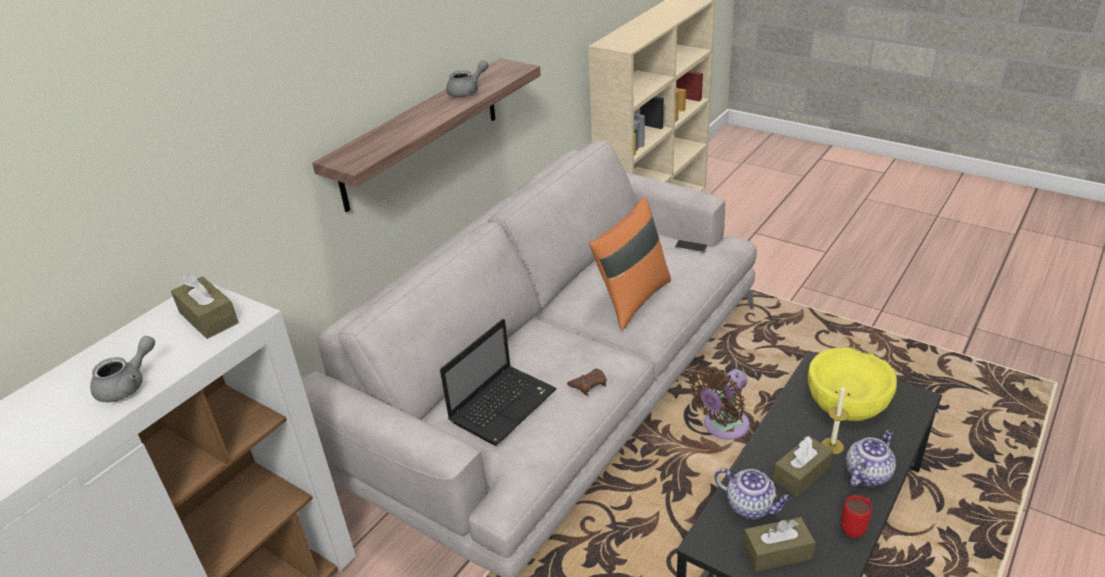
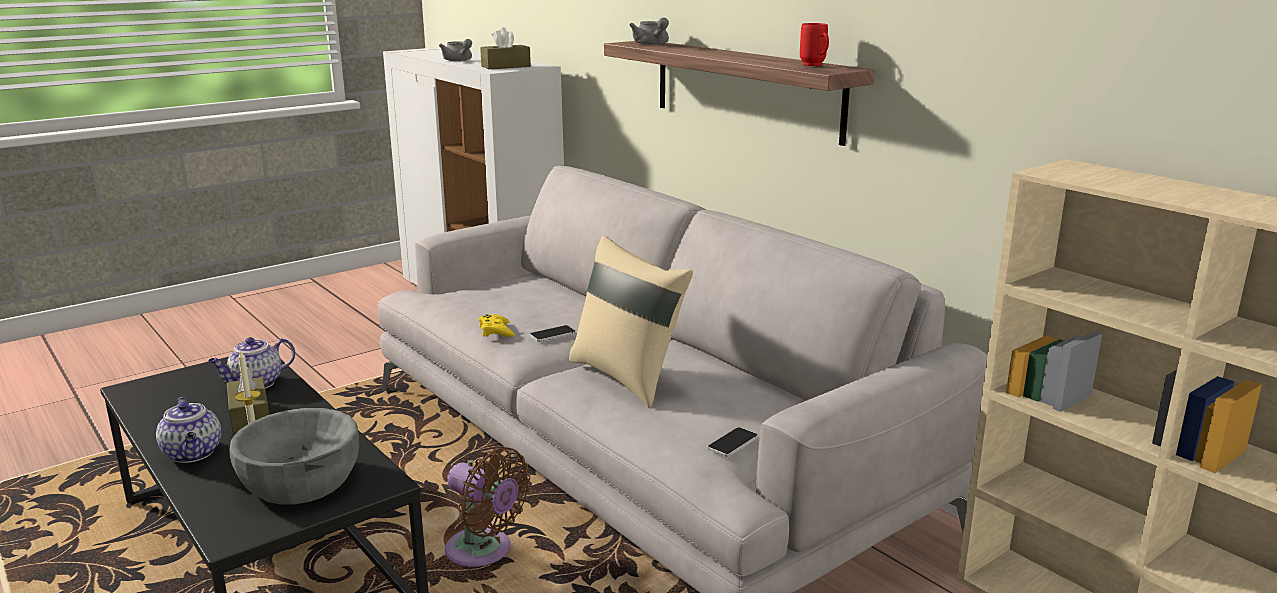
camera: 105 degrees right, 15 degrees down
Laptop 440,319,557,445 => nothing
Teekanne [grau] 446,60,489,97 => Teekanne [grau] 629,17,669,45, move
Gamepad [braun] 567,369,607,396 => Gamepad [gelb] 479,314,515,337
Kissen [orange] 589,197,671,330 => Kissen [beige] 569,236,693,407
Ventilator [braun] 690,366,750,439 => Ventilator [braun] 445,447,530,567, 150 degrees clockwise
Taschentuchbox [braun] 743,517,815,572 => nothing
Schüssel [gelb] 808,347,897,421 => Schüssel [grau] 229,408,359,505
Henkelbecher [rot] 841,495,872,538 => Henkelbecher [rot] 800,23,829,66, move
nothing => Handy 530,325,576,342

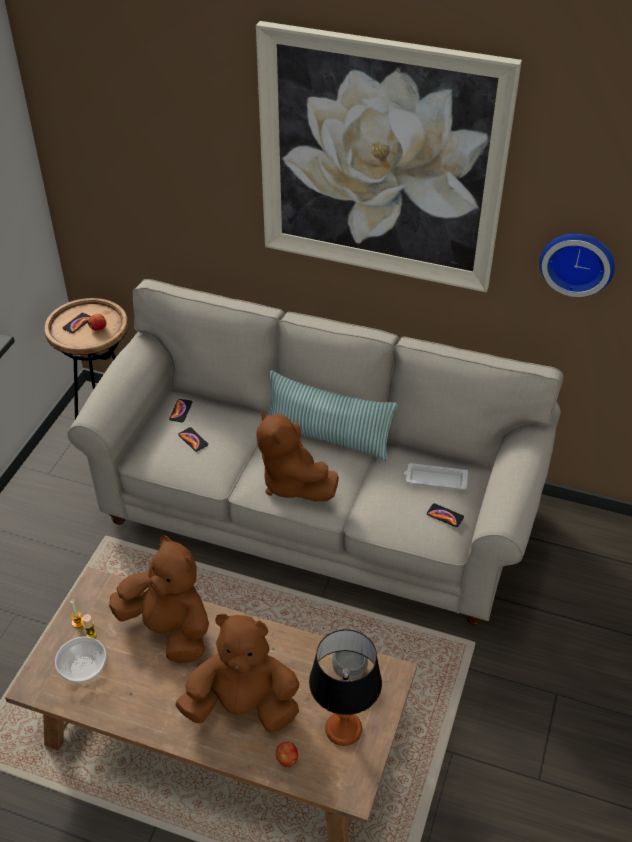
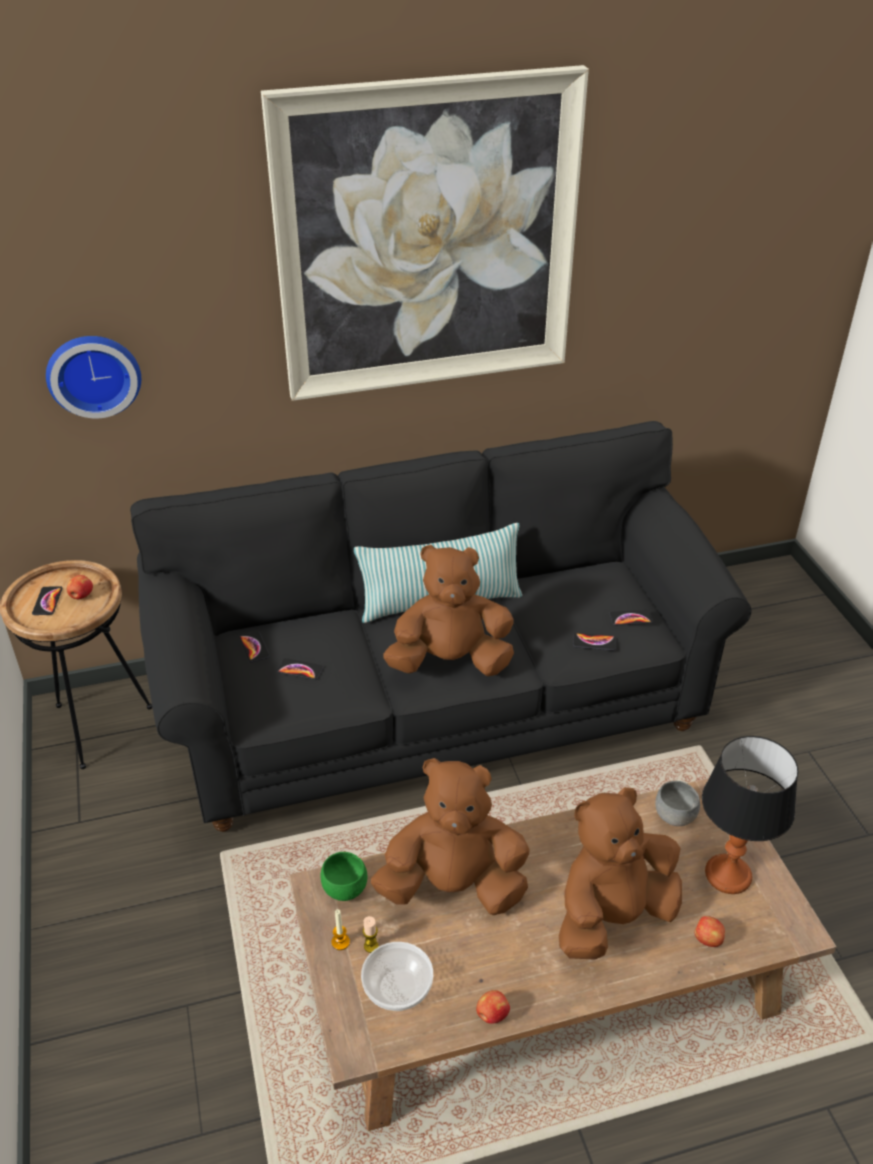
camera: 35 degrees left, 5 degrees down
Sofa [beige] 67,279,563,625 => Sofa [schwarz] 130,421,752,832
Plüschtier [braun] 256,410,339,501 => Plüschtier [braun] 383,545,514,676, 150 degrees clockwise
Tablett [weiß] 404,463,468,490 => nothing
Wanduhr 539,234,615,297 => Wanduhr 46,336,141,419, move
nothing => Schüssel [grün] 321,852,368,901
nothing => Apfel 476,990,510,1024
nothing => Handy 573,633,616,651

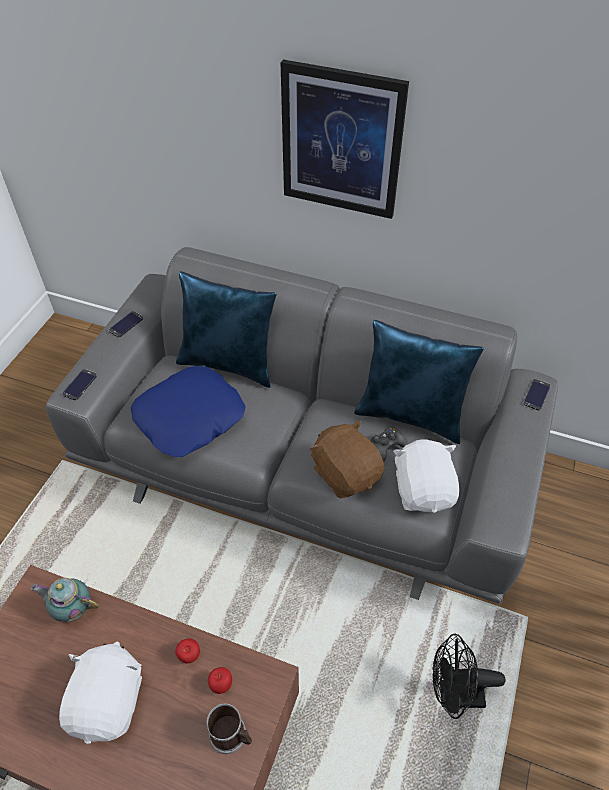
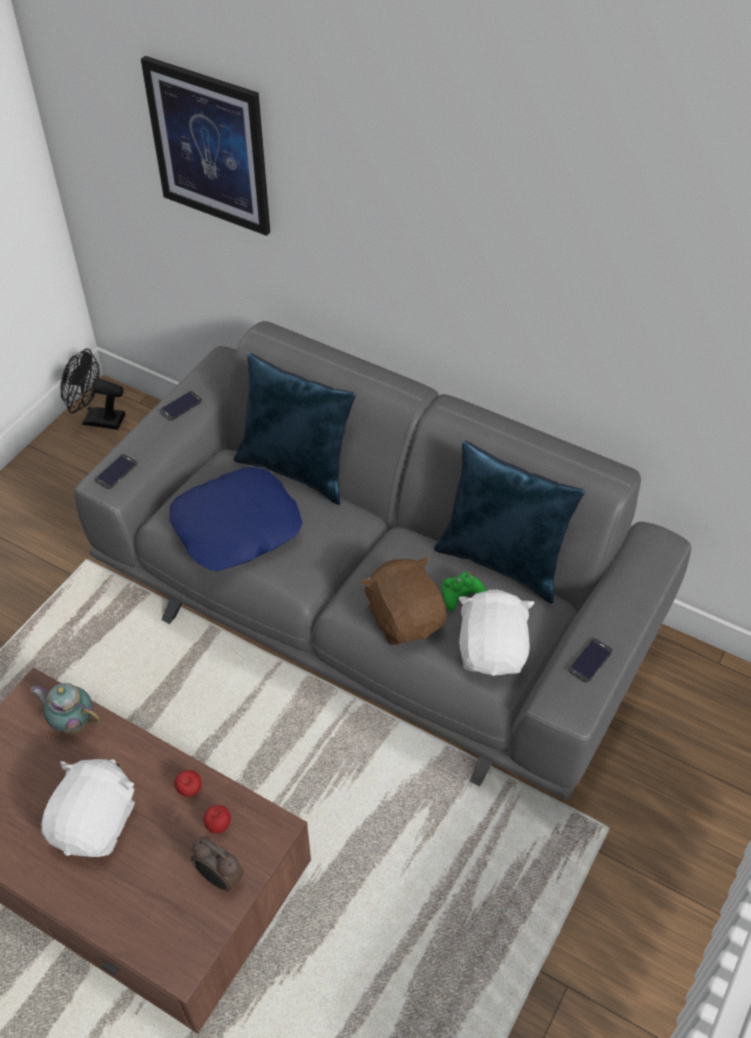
camera: 10 degrees right, 0 degrees up
Henkelbecher 206,703,252,754 => Wecker 191,836,244,892
Bild 280,59,409,219 => Bild 141,56,270,236, move
Gamepad [schwarz] 371,428,409,461 => Gamepad [grün] 442,572,487,611
Ventilator [schwarz] 432,634,505,719 => Ventilator [schwarz] 61,348,125,430, move
Handy 523,379,551,410 => Handy 569,638,613,683, move

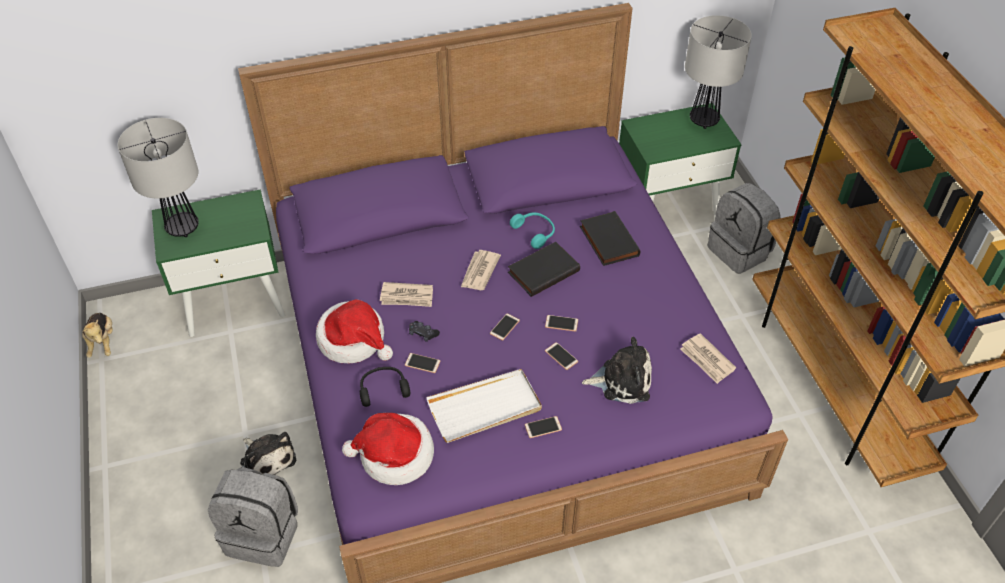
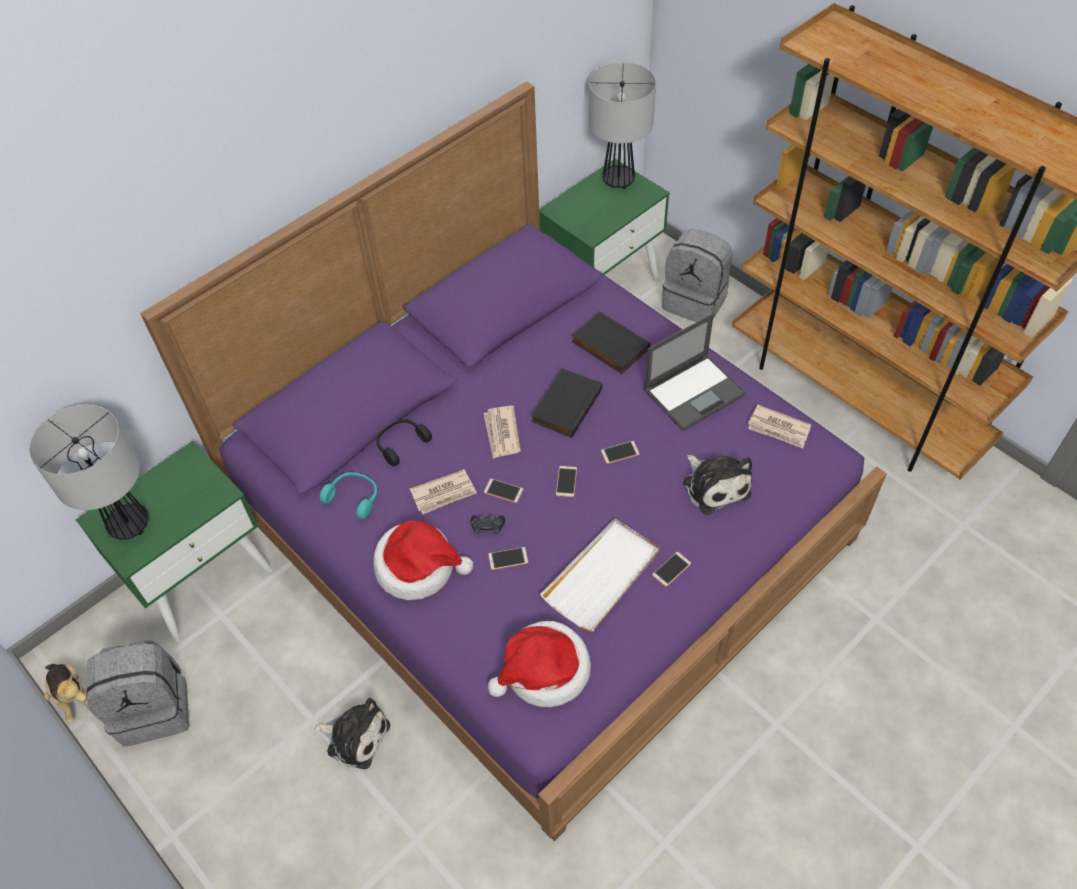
camera: 25 degrees left, 5 degrees up
Rucksack [grau] 208,467,298,567 => Rucksack [grau] 87,640,189,746, move
Kopfhörer [schwarz] 360,367,410,407 => Kopfhörer [schwarz] 376,419,432,466, move
Kopfhörer [türkis] 510,212,555,249 => Kopfhörer [türkis] 319,472,377,519, move
Handy 545,342,578,370 => Handy 484,479,523,503, move
Plüschtier 582,337,652,404 => Plüschtier 683,455,752,515, 90 degrees clockwise
nothing => Laptop 644,313,746,431

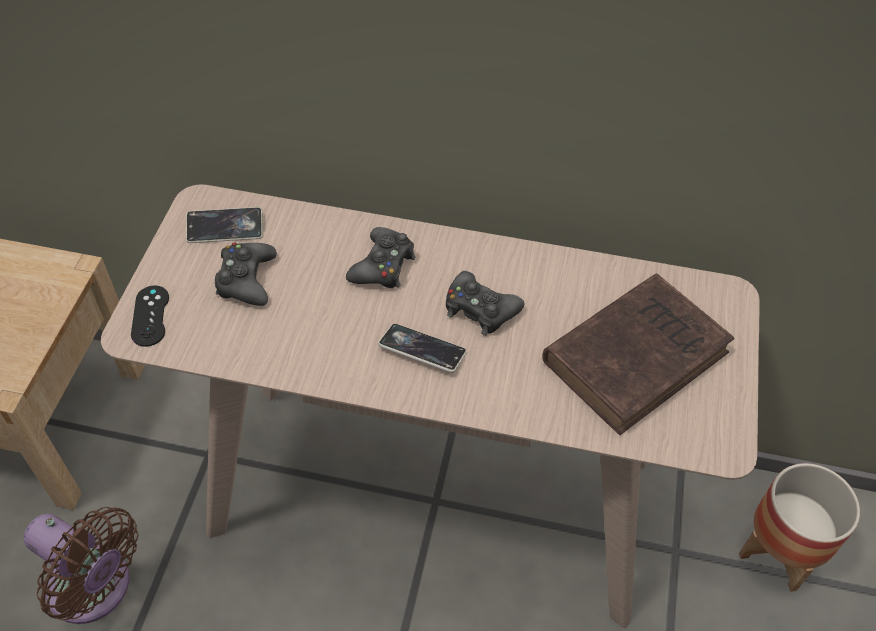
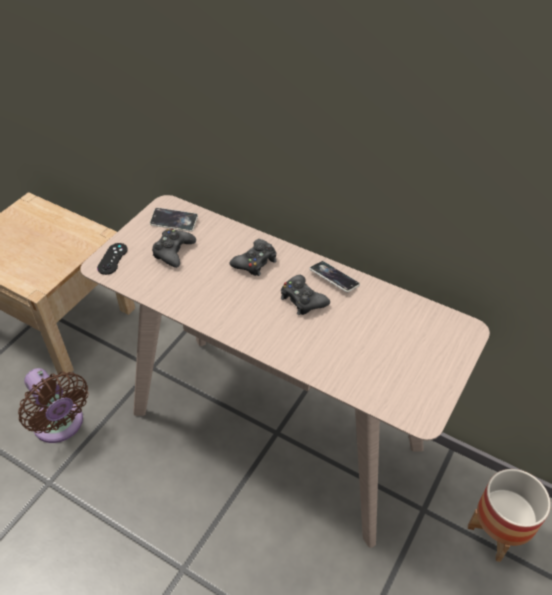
camera: 20 degrees right, 5 degrees down
Handy 378,324,467,372 => Handy 309,261,360,292, move
Buch [braun] 542,274,735,435 => nothing

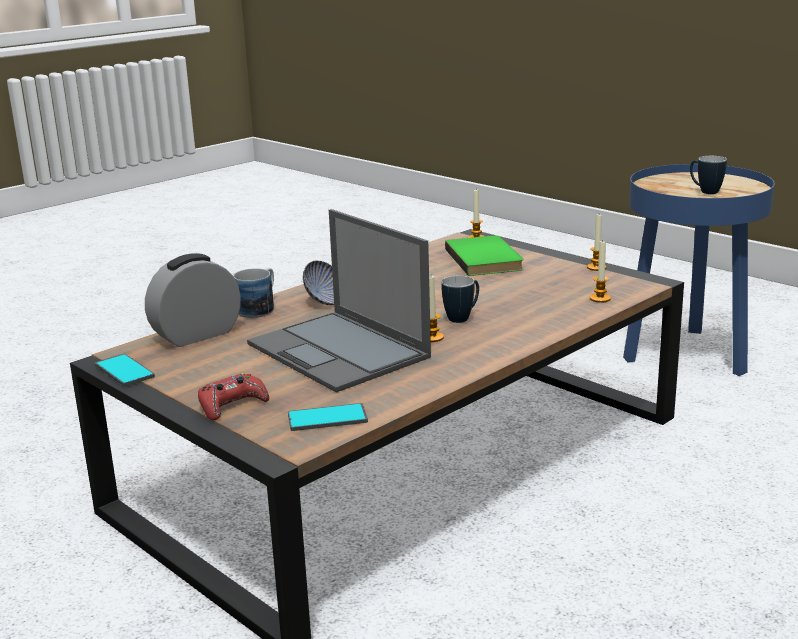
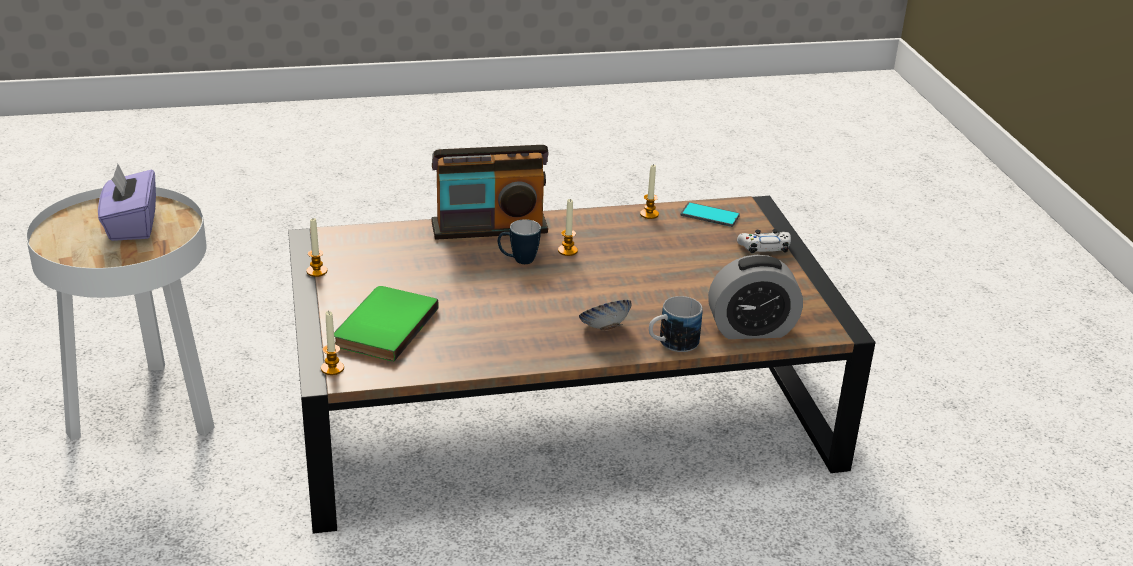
camera: 150 degrees left, 10 degrees up
Handy 95,354,155,387 => nothing
Gamepad [rot] 198,373,269,420 => Gamepad [weiß] 737,229,791,253
Laptop 247,209,431,393 => nothing
Kerze 590,241,611,303 => Kerze 640,165,659,219, move
Beistelltisch [blau] 623,164,775,376 => Beistelltisch [weiß] 26,187,215,441
Henkelbecher 690,156,727,194 => Taschentuchbox [lila] 98,164,156,241
nothing => Radio 432,145,549,240

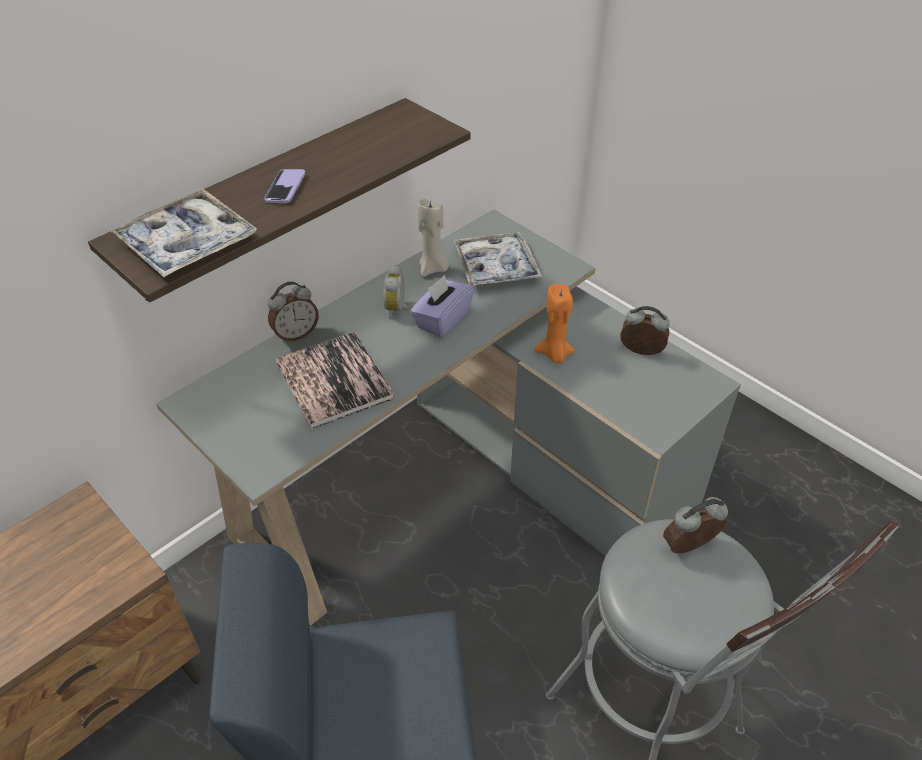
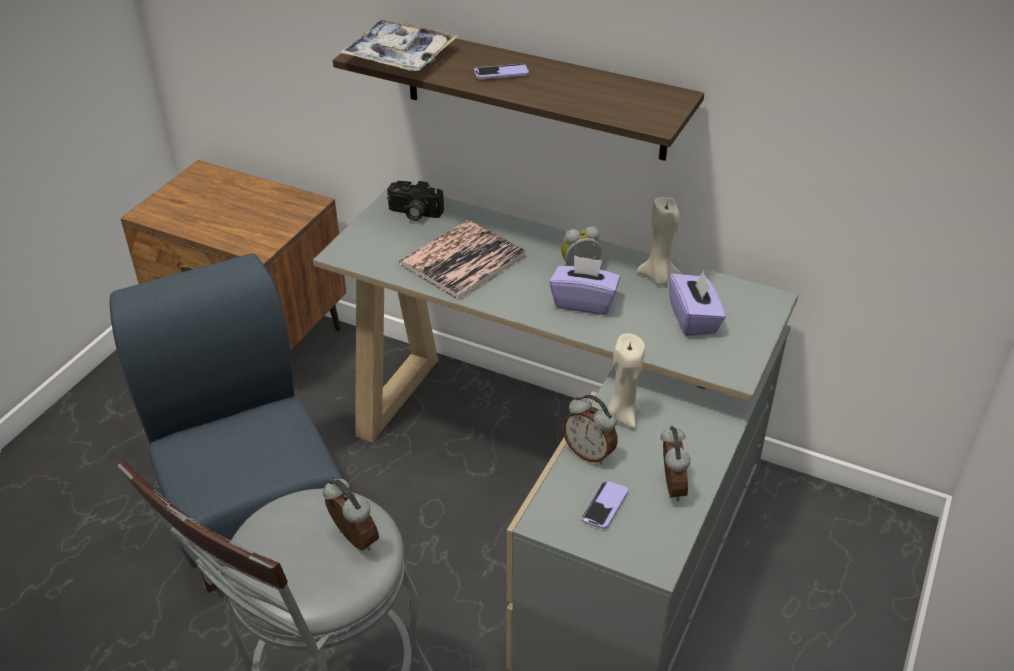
camera: 70 degrees right, 5 degrees down
Wecker 268,282,319,342 => Wecker 562,395,617,464, move
Tablett 454,232,542,286 => Taschentuchbox [lila] 669,269,726,336
Kerze [orange] 534,284,575,363 => Kerze [beige] 607,333,645,428
nothing => Kamera 387,181,444,221
nothing => Handy 581,481,628,529

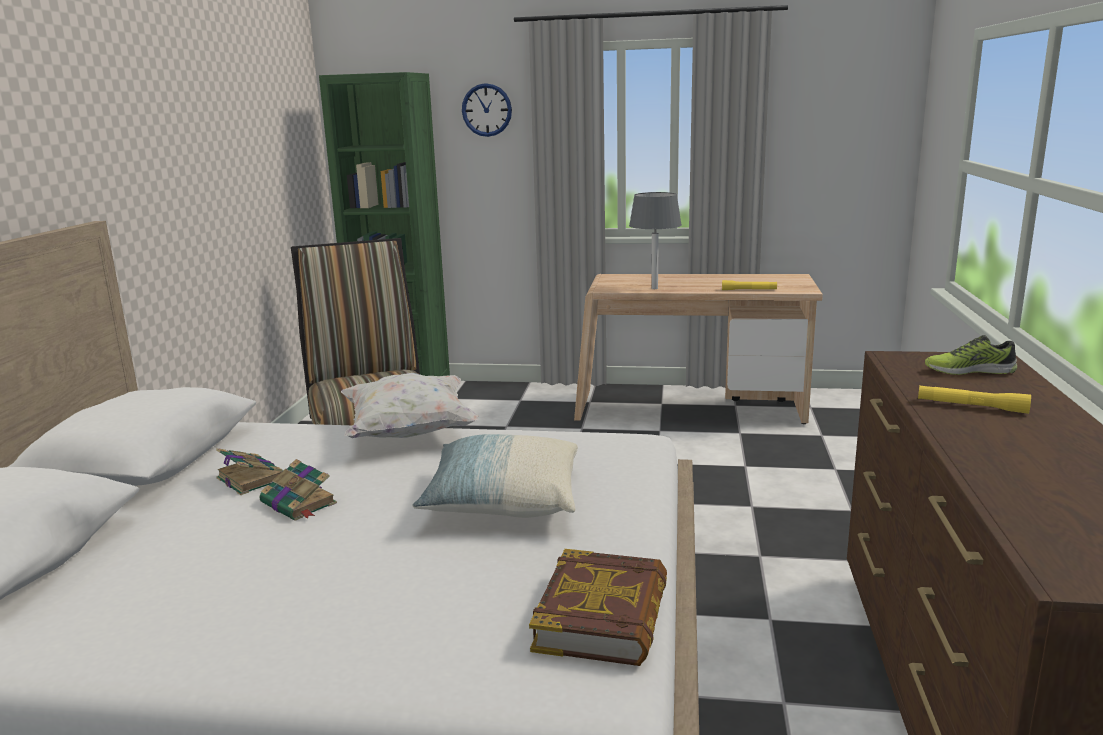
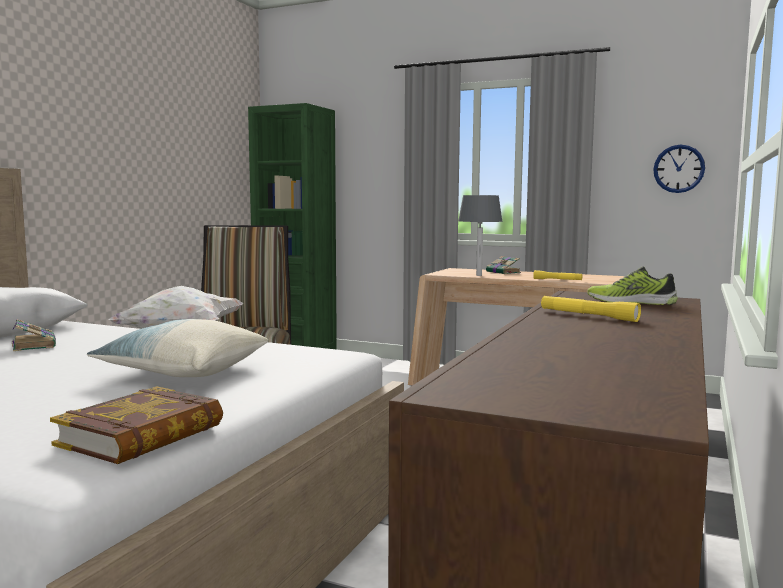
camera: 15 degrees right, 10 degrees down
Buch 260,459,337,521 => Buch 486,256,521,274, move
Wanduhr 462,83,512,137 => Wanduhr 653,145,705,193, move

